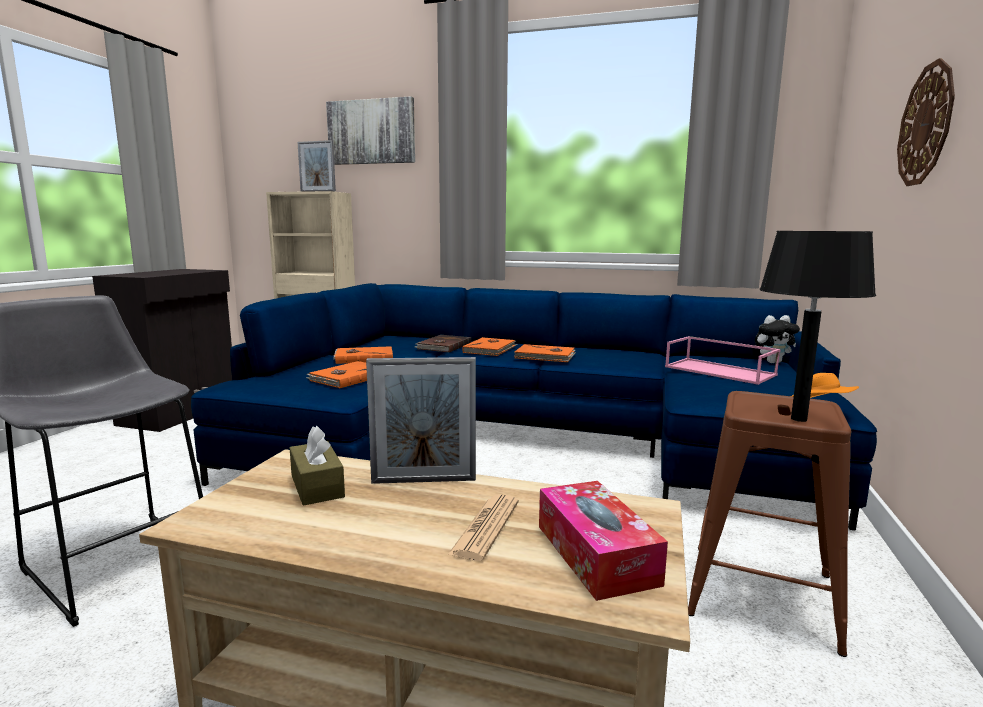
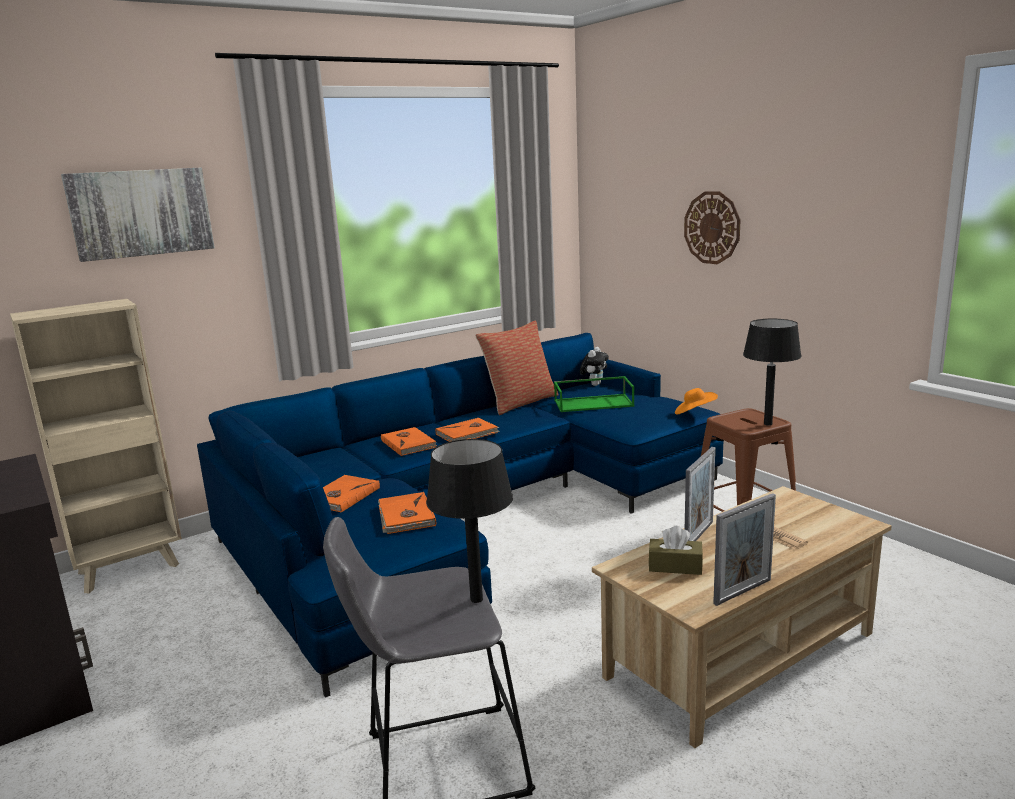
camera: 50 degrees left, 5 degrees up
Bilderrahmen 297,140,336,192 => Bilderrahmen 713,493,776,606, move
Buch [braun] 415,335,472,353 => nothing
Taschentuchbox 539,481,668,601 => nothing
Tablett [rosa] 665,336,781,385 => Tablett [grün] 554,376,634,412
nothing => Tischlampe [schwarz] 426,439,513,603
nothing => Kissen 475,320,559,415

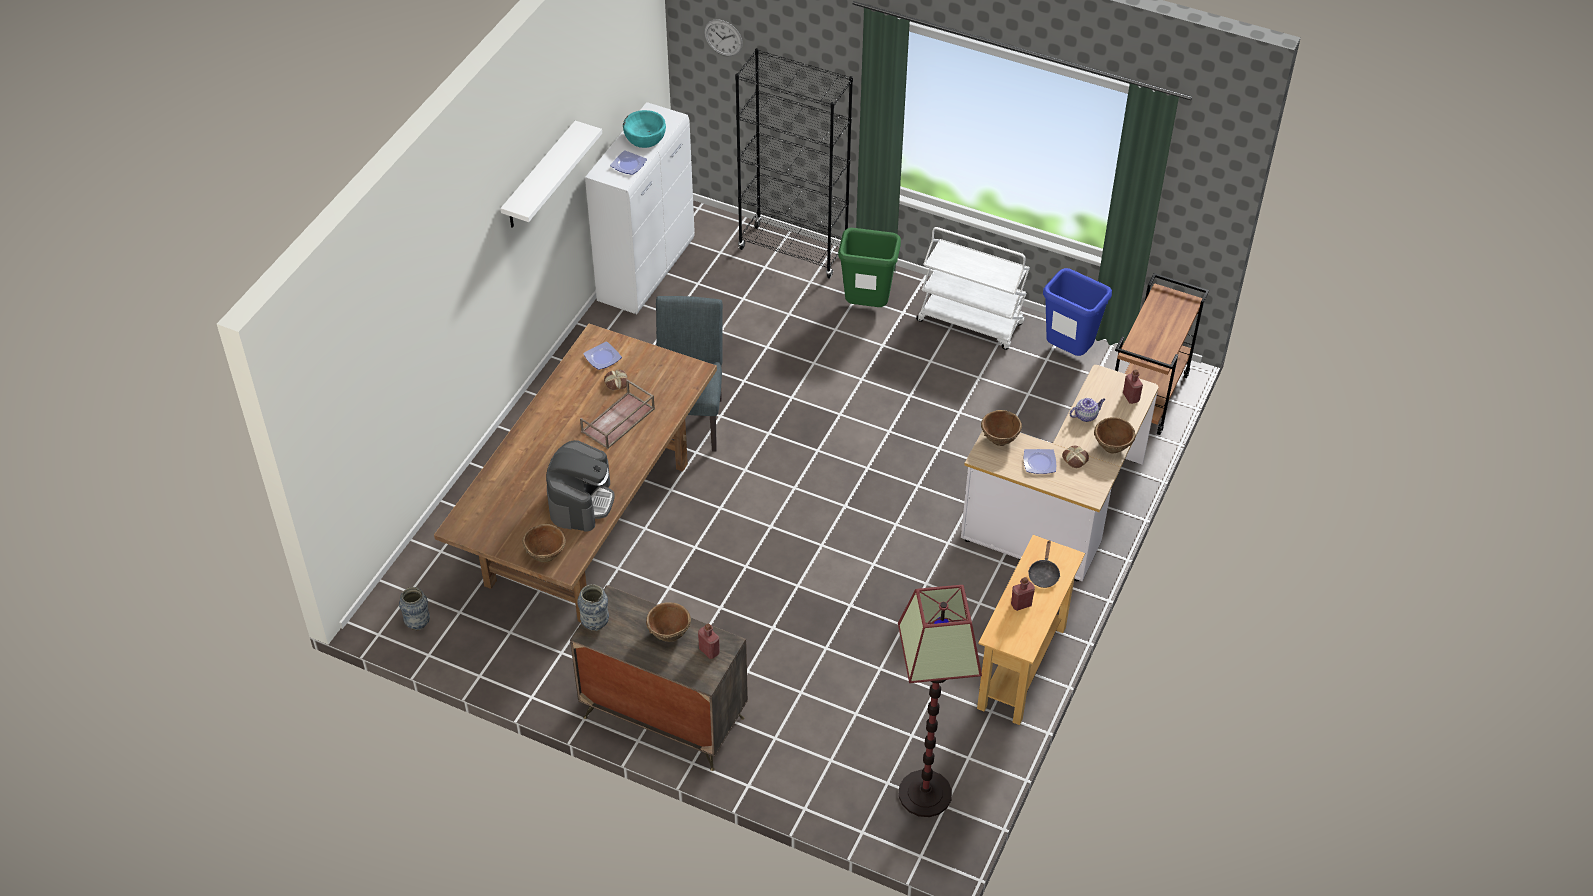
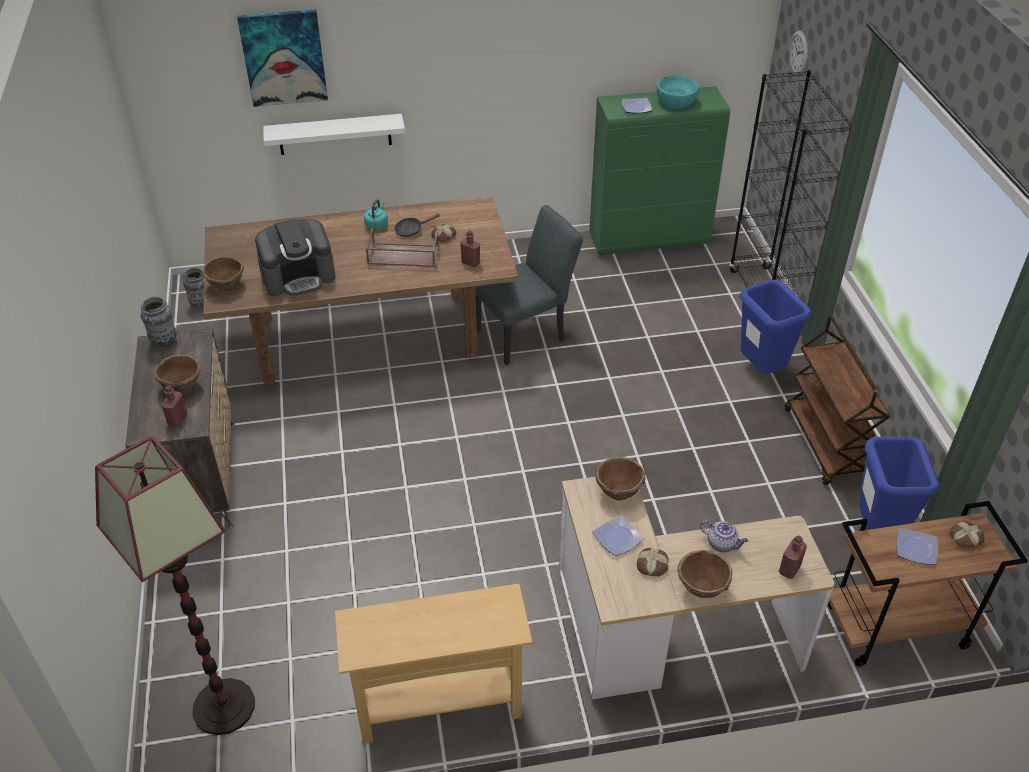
camera: 55 degrees right, 5 degrees down
Wandregal [weiß] 500,121,602,228 => Wandregal [weiß] 263,114,405,155, move
Teller 583,341,622,370 => Teller 896,528,938,565, move
Schrank [weiß] 585,102,695,314 => Schrank [grün] 589,86,730,255
Mülleimer [grün] 838,228,901,307 => Mülleimer [blau] 740,280,811,374
Rollwagen [weiß] 916,227,1030,350 => Rollwagen [braun] 785,317,890,485
Flasche [rot] 1011,577,1035,611 => Flasche [rot] 460,231,480,267, move
Pfanne [schwarz] 1028,541,1060,588 => Pfanne [schwarz] 394,214,440,237, move
nothing => Bild 237,9,328,107
nothing => Wasserkessel [türkis] 364,199,388,230
nothing => Brot 949,521,985,548

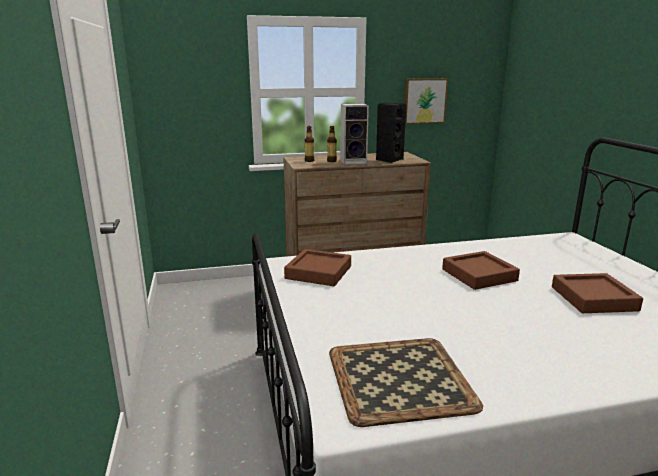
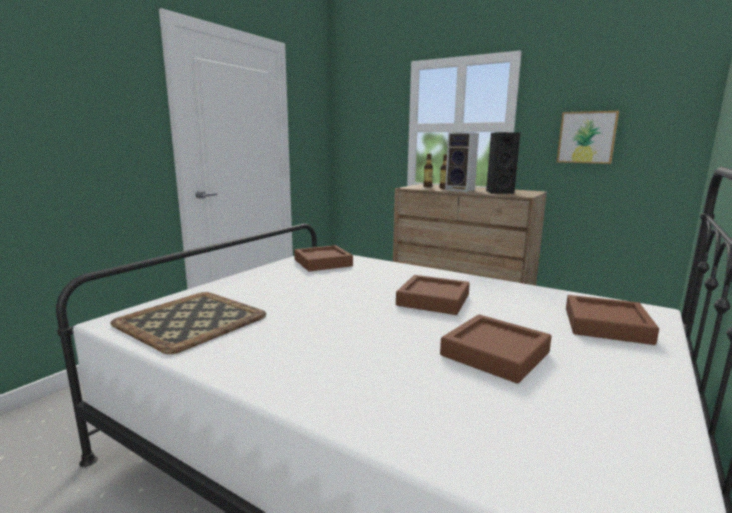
camera: 45 degrees right, 5 degrees down
nothing => Tablett [braun] 566,295,659,345

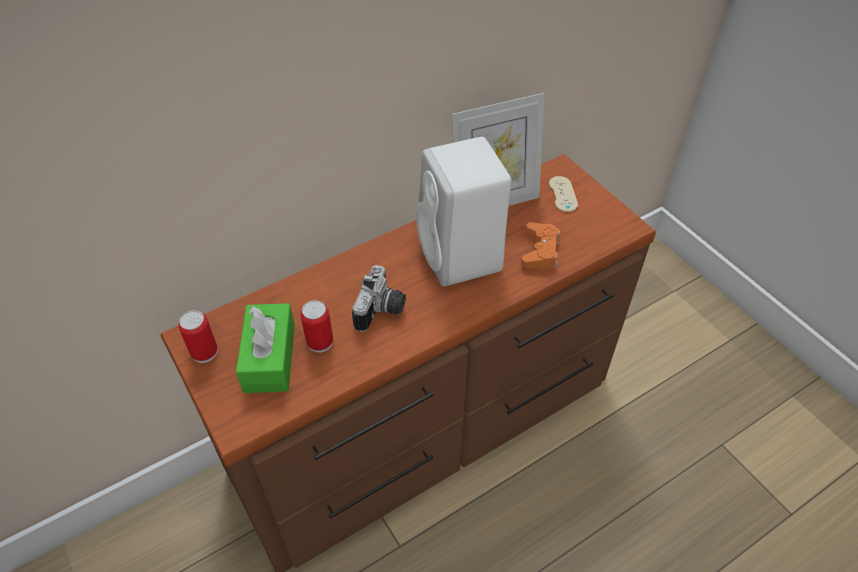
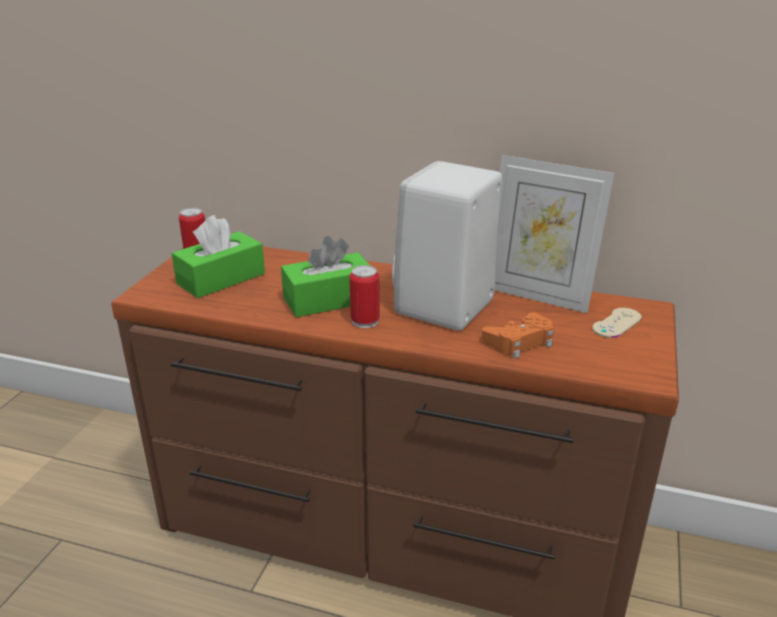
camera: 50 degrees right, 20 degrees down
Dose 300,300,333,353 => Dose 349,265,380,328, move
Kamera 352,265,406,332 => Taschentuchbox [grün] 281,236,370,317

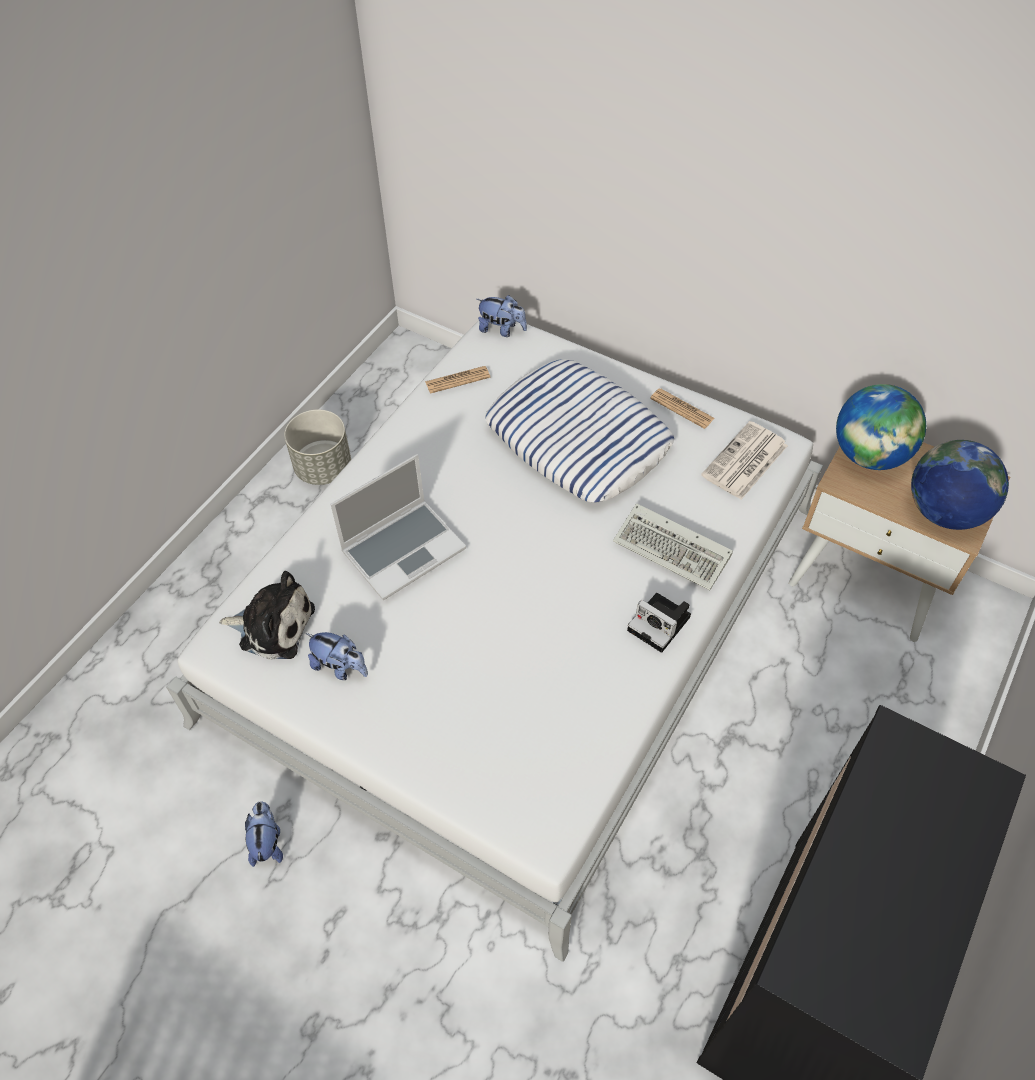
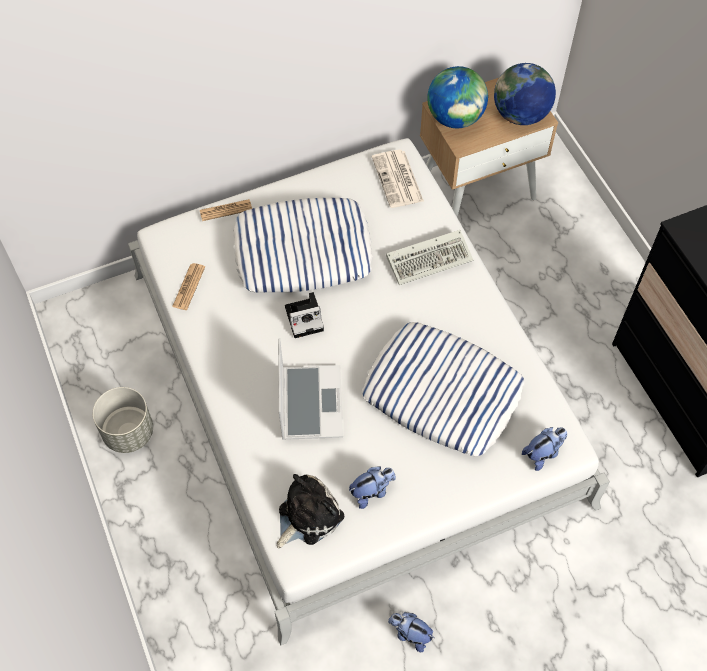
camera: 55 degrees left, 5 degrees up
Plüschtier 477,295,527,337 => Plüschtier 522,427,567,471, move
Kamera 627,593,691,653 => Kamera 285,292,324,338, move
Zeitung 650,388,715,429 => Zeitung 200,199,252,221, move
nothing => Kissen 362,322,524,456

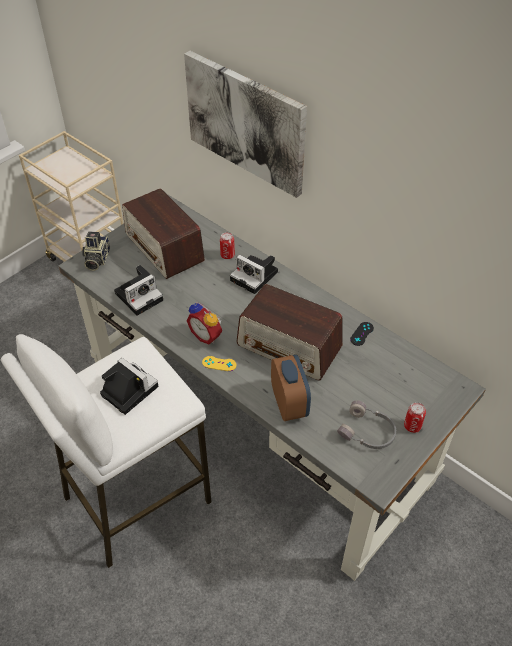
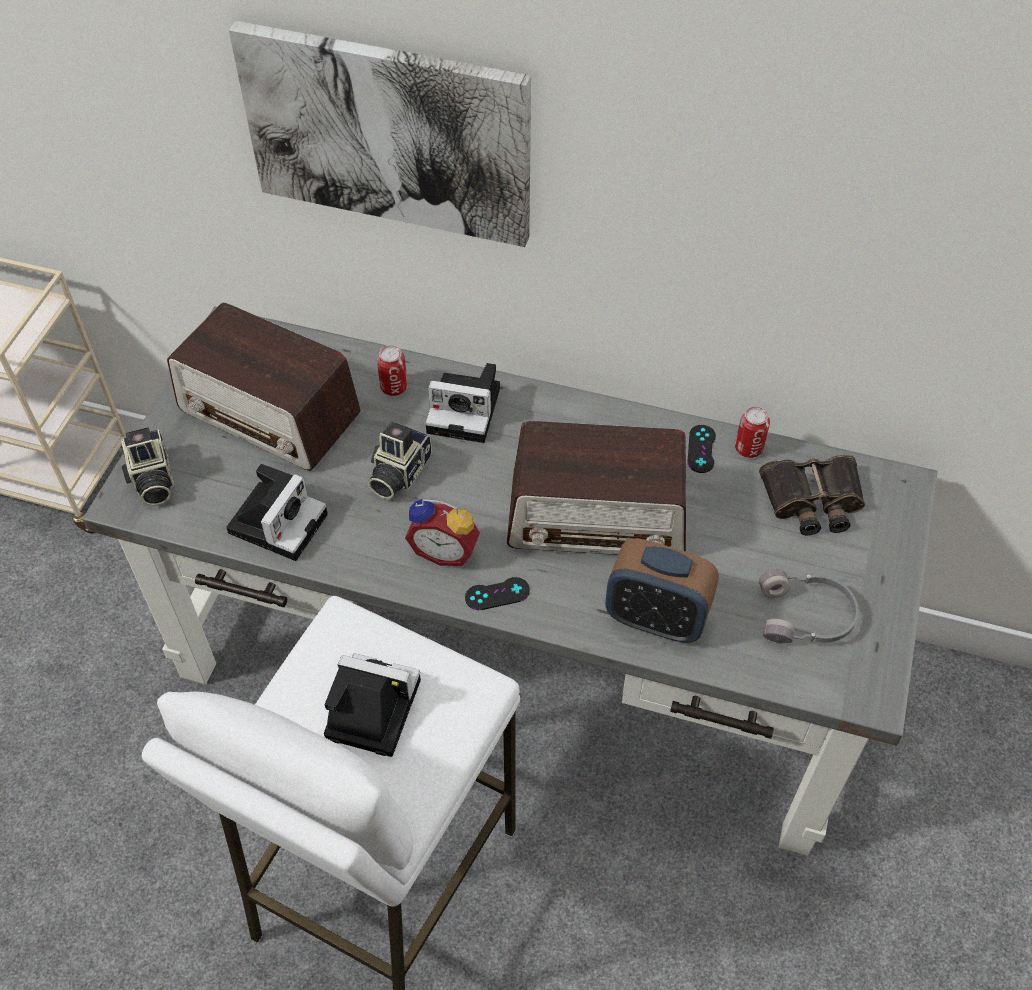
camera: 25 degrees left, 5 degrees up
Gamepad [gelb] 202,356,236,371 => Gamepad [schwarz] 465,577,530,610
Wecker 271,355,311,421 => Wecker 605,538,719,643, 150 degrees clockwise
Dose 404,402,426,433 => Dose 735,406,770,458, move
nothing => Kamera 368,421,432,499
nothing => Fernglas 759,455,865,536

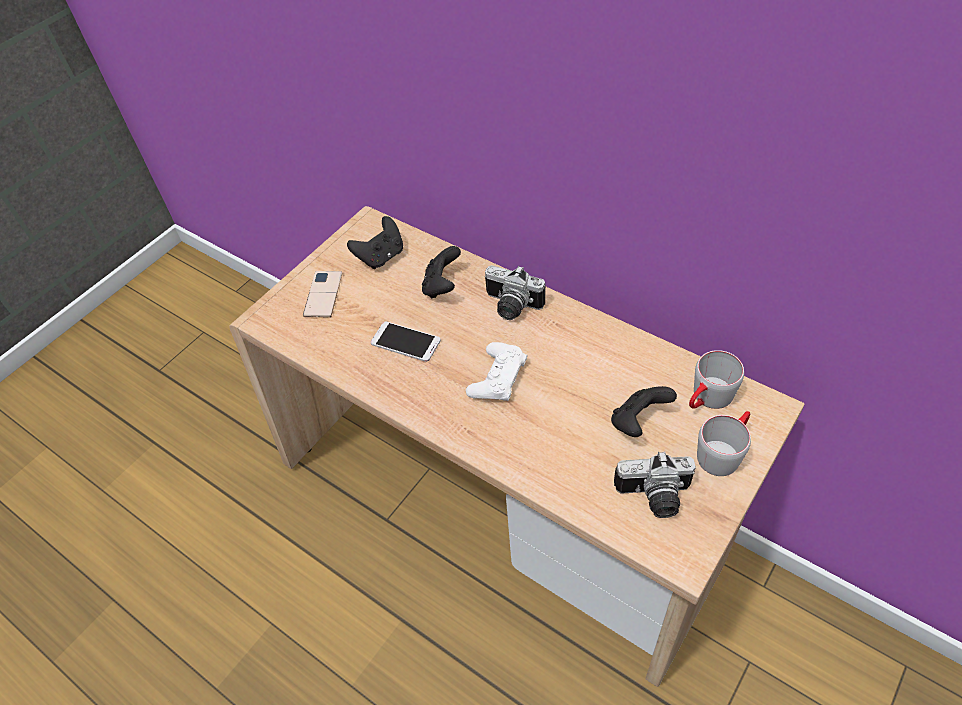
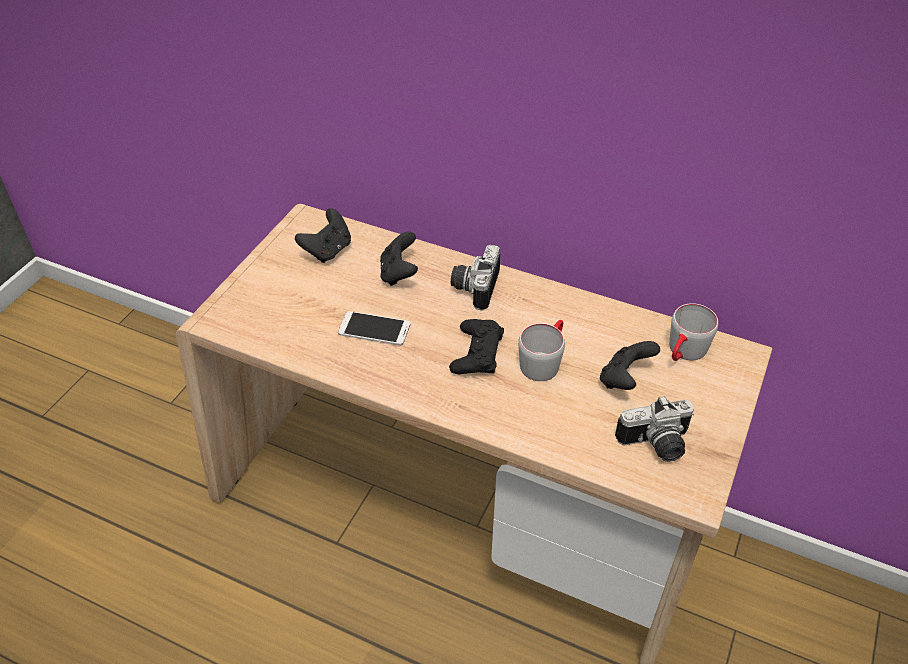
camera: 15 degrees left, 5 degrees down
Handy 303,271,342,317 => nothing
Gamepad [weiß] 466,342,527,401 => Gamepad [schwarz] 449,319,504,374
Kamera 485,265,545,320 => Kamera 451,245,501,311, 90 degrees clockwise
Henkelbecher [grau] 697,411,751,476 => Henkelbecher [grau] 518,320,565,381, move

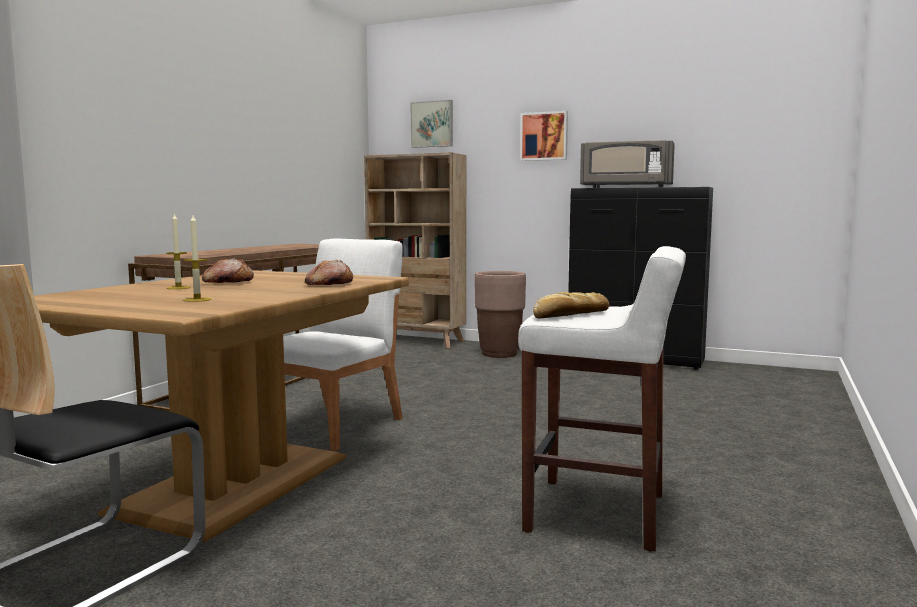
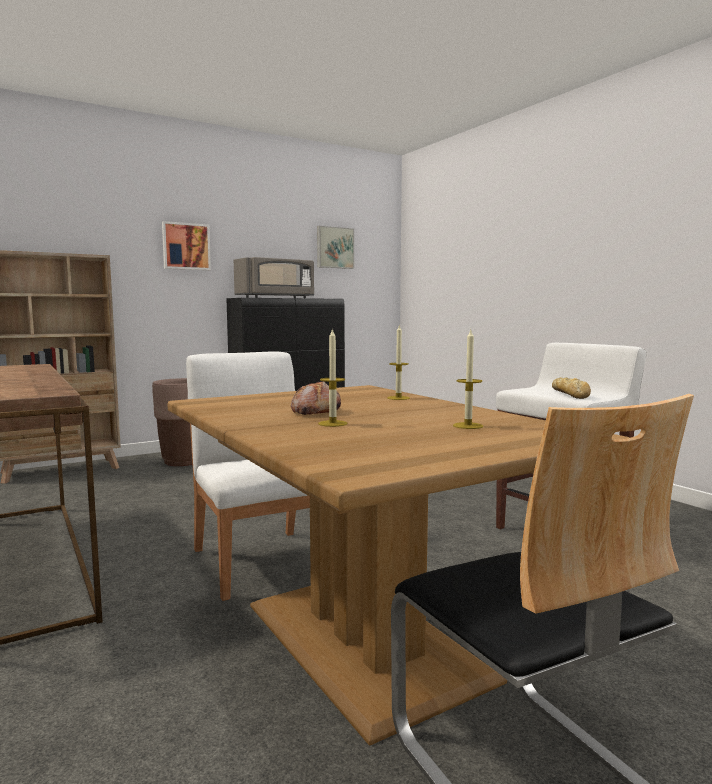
camera: 55 degrees left, 0 degrees up
Brot 305,259,353,285 => Kerze 387,325,410,400
Bild 410,100,453,148 => Bild 317,226,354,269, move

